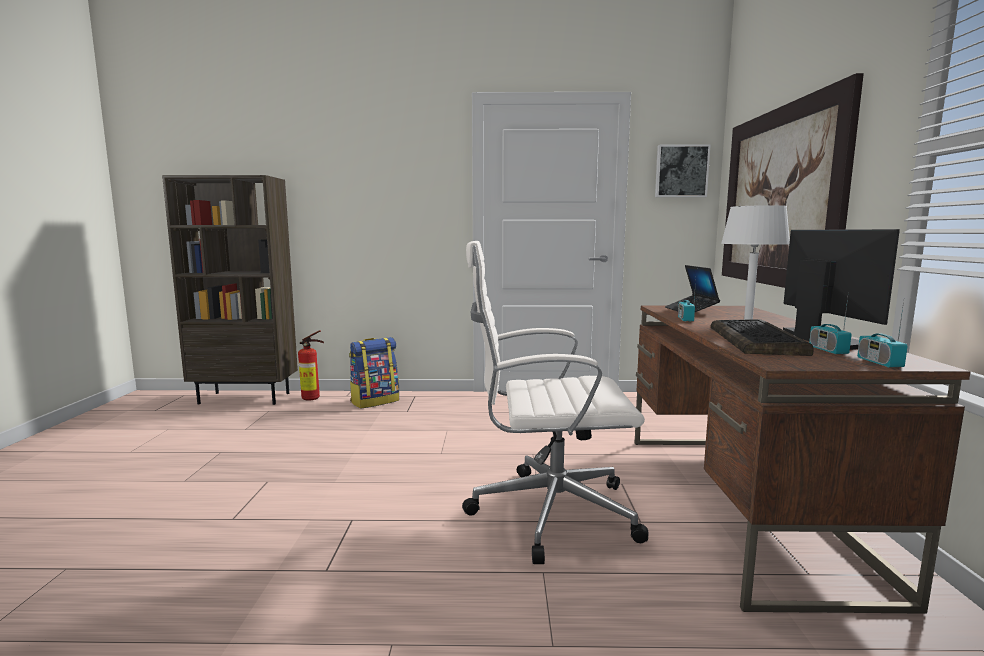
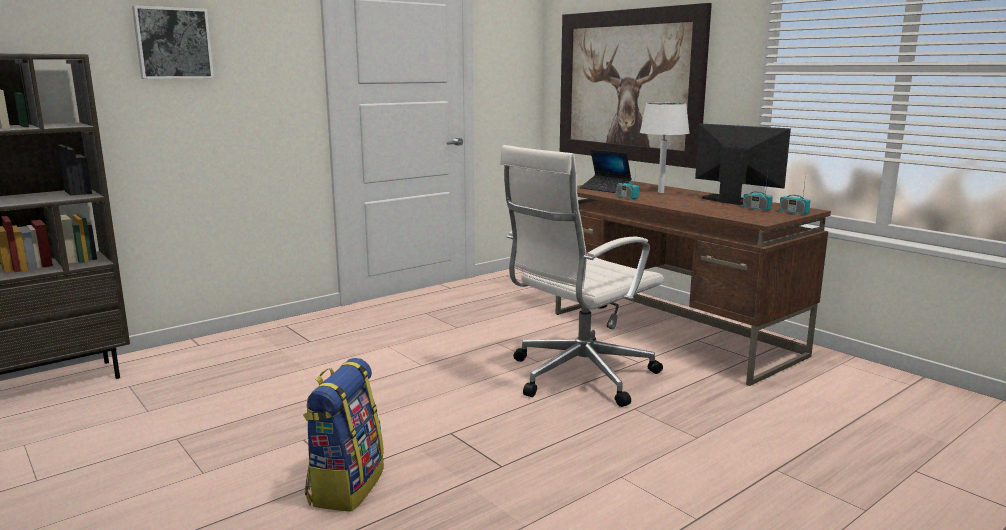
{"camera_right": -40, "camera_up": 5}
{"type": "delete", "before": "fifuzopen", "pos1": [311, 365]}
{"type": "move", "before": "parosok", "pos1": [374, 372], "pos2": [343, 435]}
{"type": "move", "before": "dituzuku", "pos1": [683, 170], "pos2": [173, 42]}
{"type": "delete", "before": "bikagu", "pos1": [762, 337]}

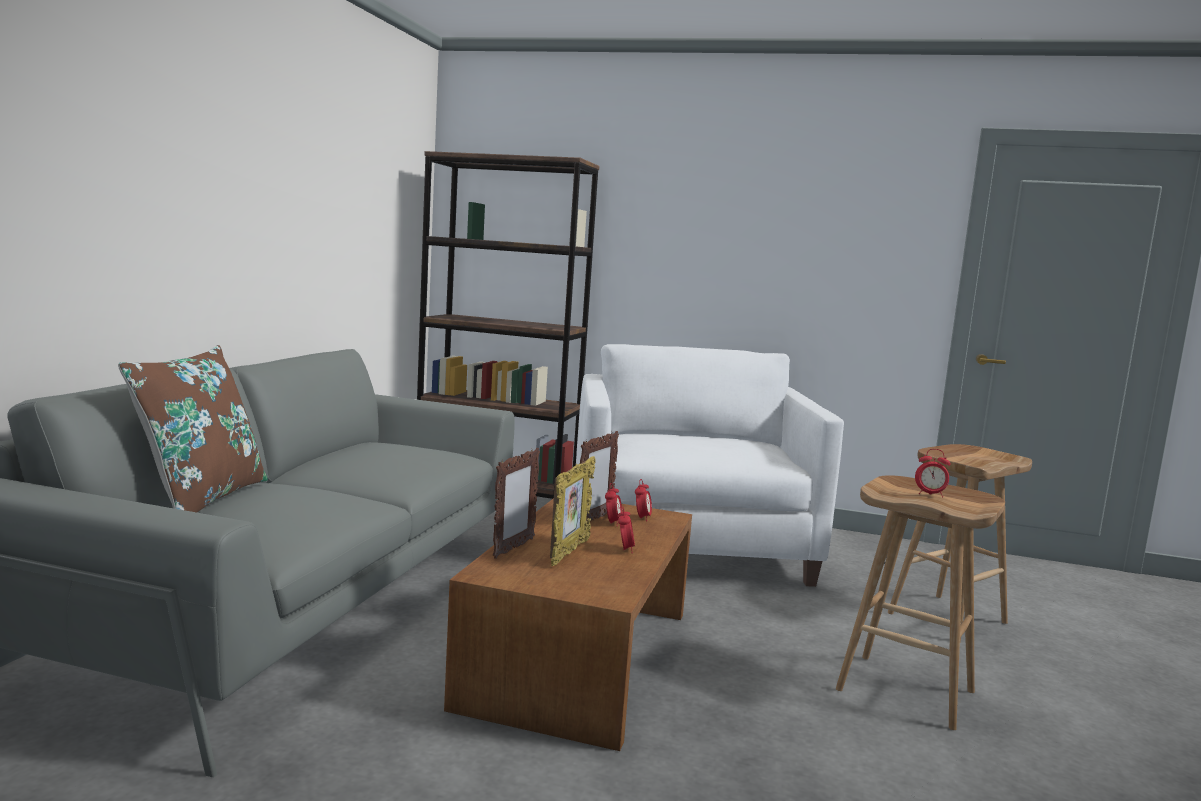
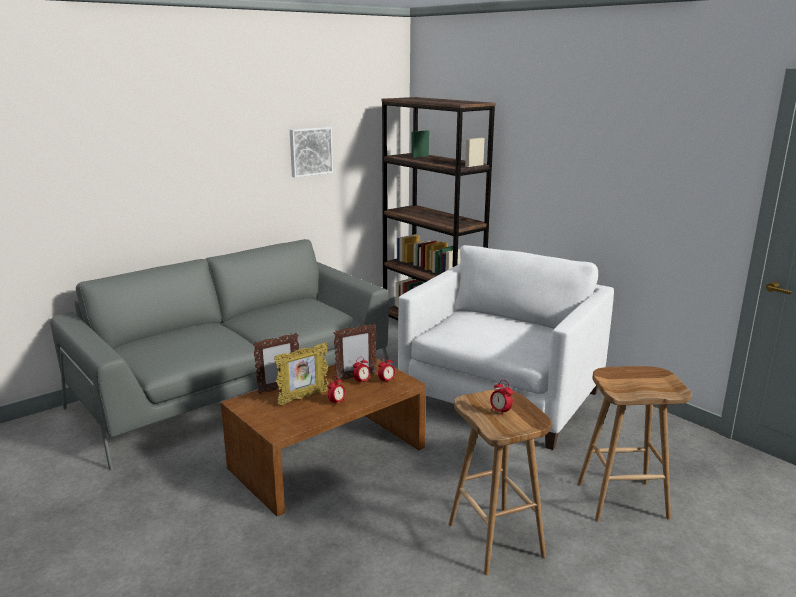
{"camera_right": 35, "camera_up": 10}
{"type": "delete", "before": "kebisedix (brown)", "pos1": [193, 428]}
{"type": "insert", "after": "dituzuku", "pos2": [311, 152]}

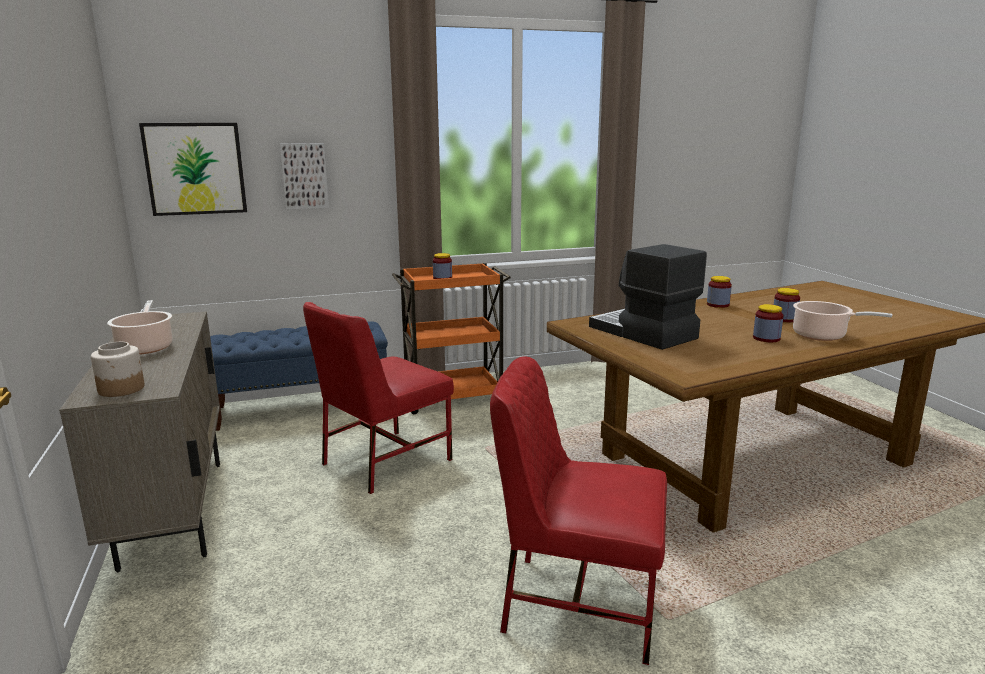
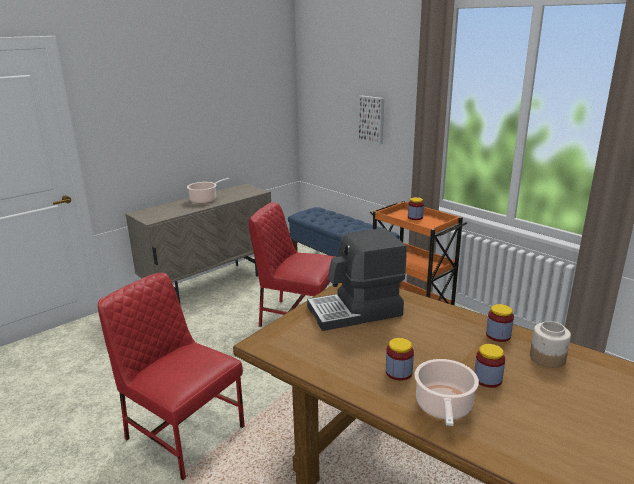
{"camera_right": 65, "camera_up": 5}
{"type": "move", "before": "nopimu", "pos1": [118, 369], "pos2": [550, 344]}
{"type": "delete", "before": "dituzuku", "pos1": [193, 169]}
{"type": "rotate", "before": "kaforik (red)", "pos1": [578, 511], "pos2": [171, 376], "turn": -45}
{"type": "rotate", "before": "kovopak", "pos1": [648, 297], "pos2": [357, 279], "turn": -135}

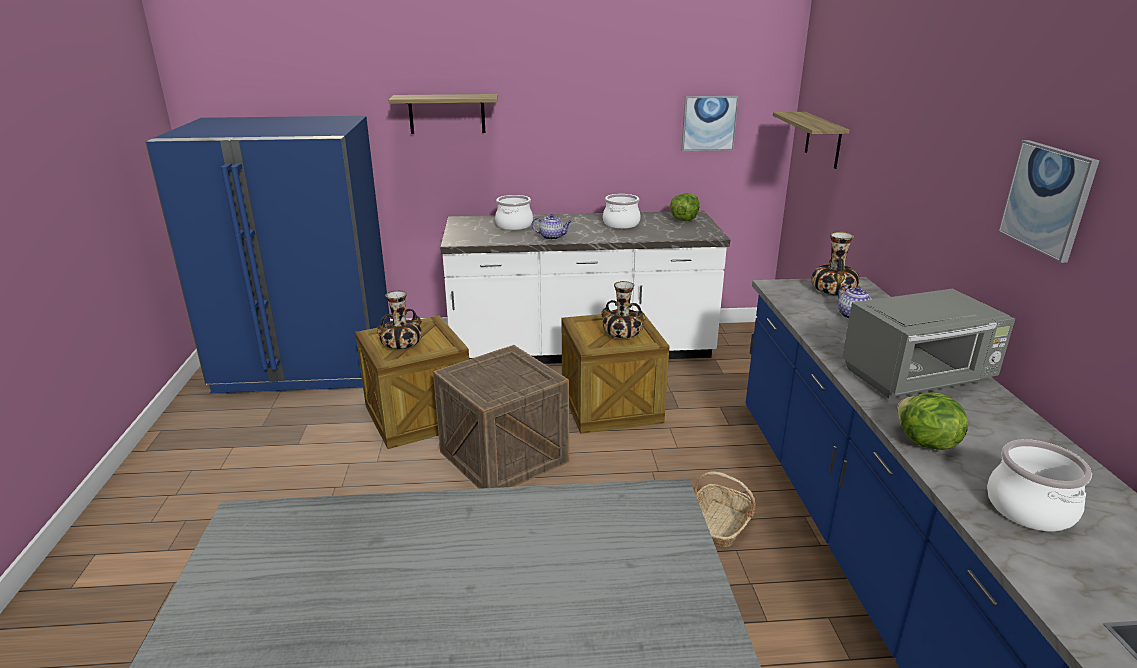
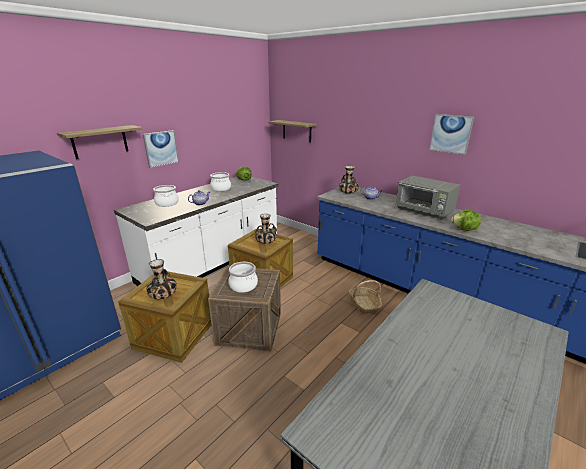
{"camera_right": -45, "camera_up": 0}
{"type": "move", "before": "dituzuku", "pos1": [710, 123], "pos2": [161, 149]}
{"type": "rotate", "before": "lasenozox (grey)", "pos1": [928, 343], "pos2": [427, 197], "turn": 105}
{"type": "move", "before": "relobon", "pos1": [1039, 485], "pos2": [243, 277]}

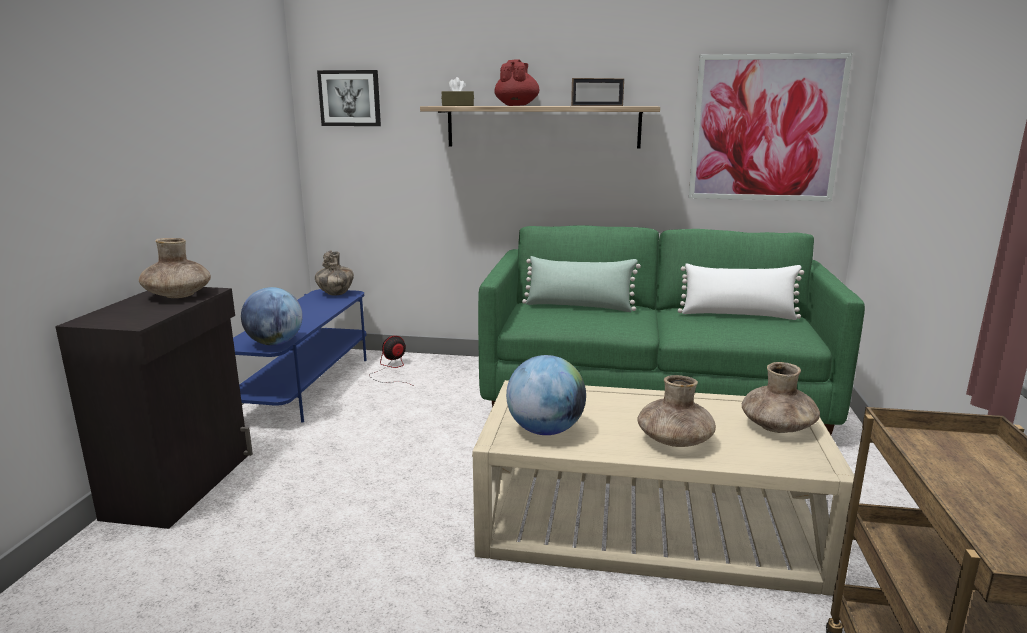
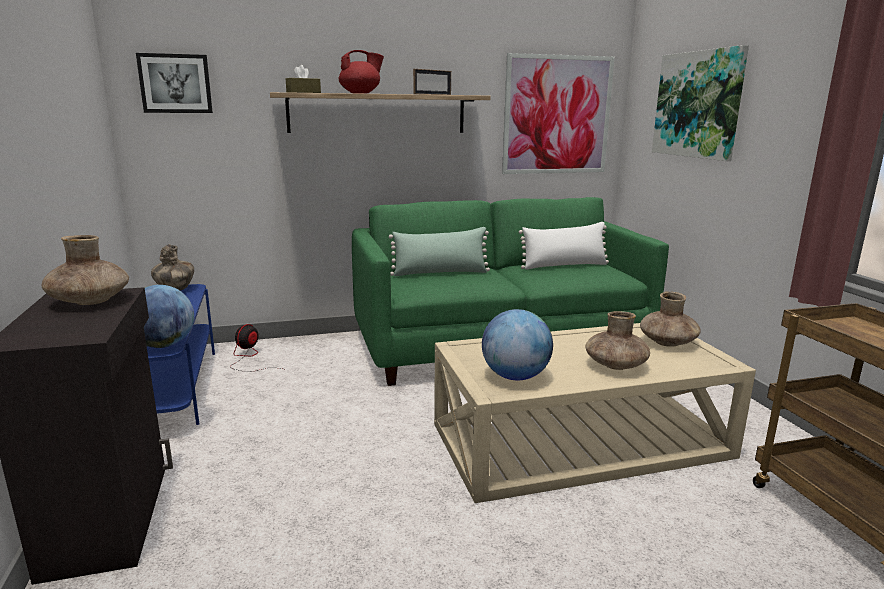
{"camera_right": -25, "camera_up": 0}
{"type": "rotate", "before": "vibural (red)", "pos1": [517, 82], "pos2": [361, 72], "turn": 90}
{"type": "insert", "after": "dituzuku", "pos2": [700, 103]}

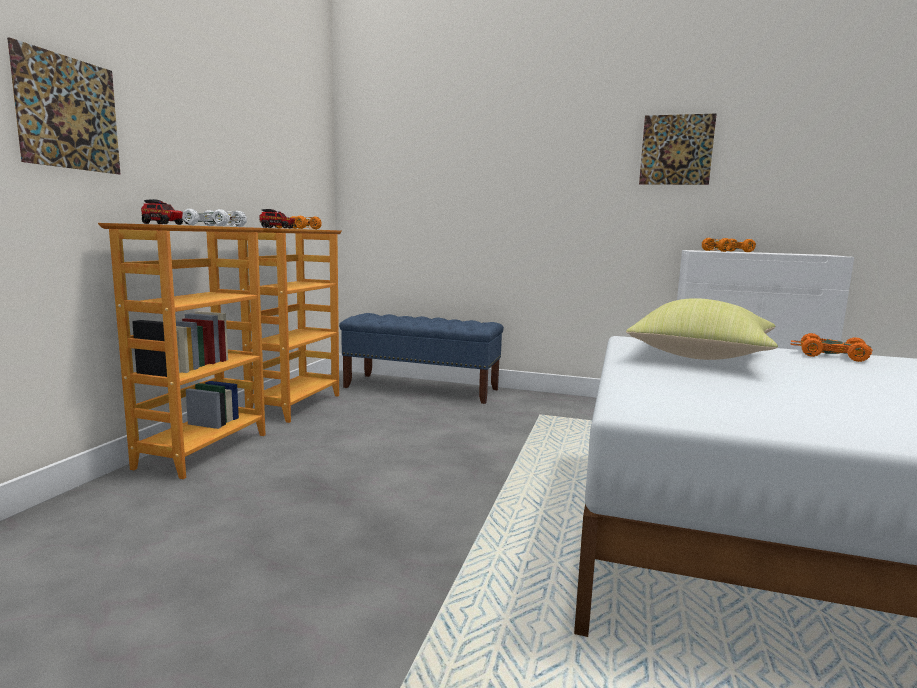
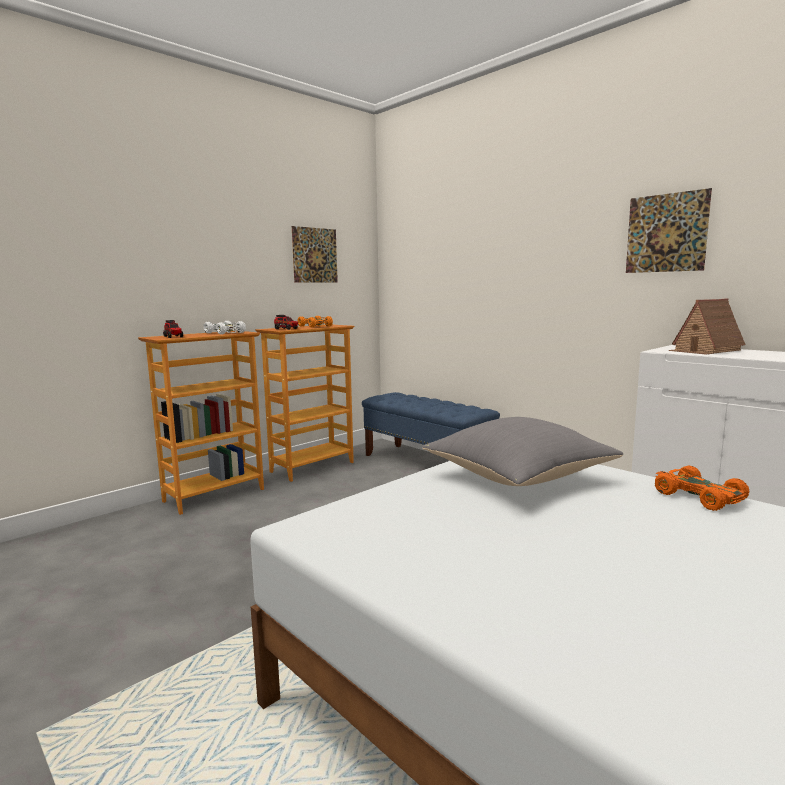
{"camera_right": 30, "camera_up": 0}
{"type": "move", "before": "dituzuku", "pos1": [63, 105], "pos2": [315, 254]}
{"type": "recolor", "before": "kebisedix (yellow)", "after": "kebisedix (grey)", "pos1": [702, 329], "pos2": [522, 451]}
{"type": "replace", "before": "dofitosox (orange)", "after": "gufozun", "pos1": [729, 245], "pos2": [707, 326]}

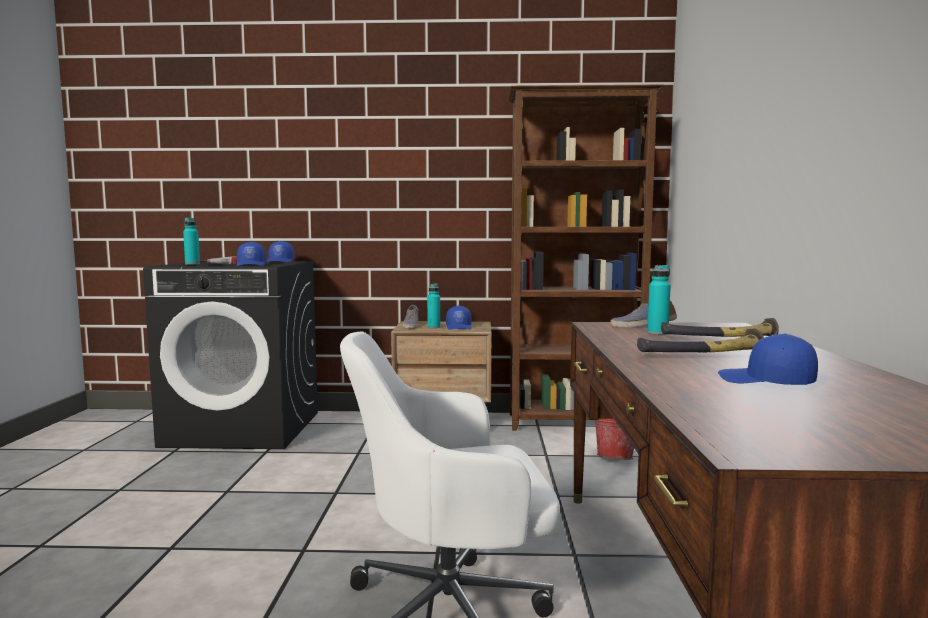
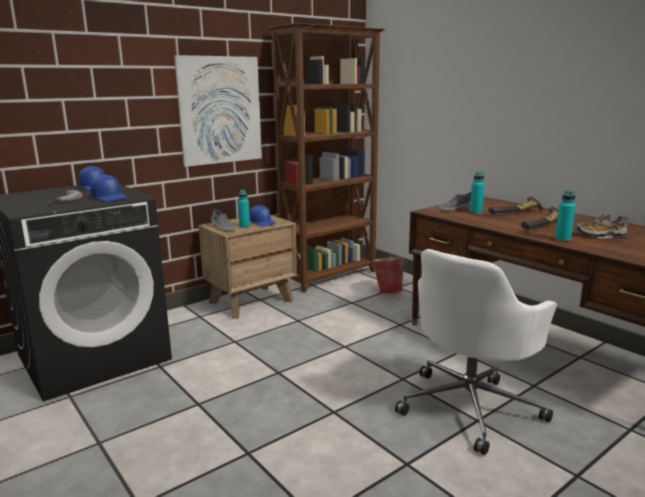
{"camera_right": -40, "camera_up": 10}
{"type": "move", "before": "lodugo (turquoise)", "pos1": [191, 241], "pos2": [565, 215]}
{"type": "replace", "before": "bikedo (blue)", "after": "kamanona", "pos1": [768, 359], "pos2": [602, 225]}
{"type": "insert", "after": "dituzuku", "pos2": [218, 111]}

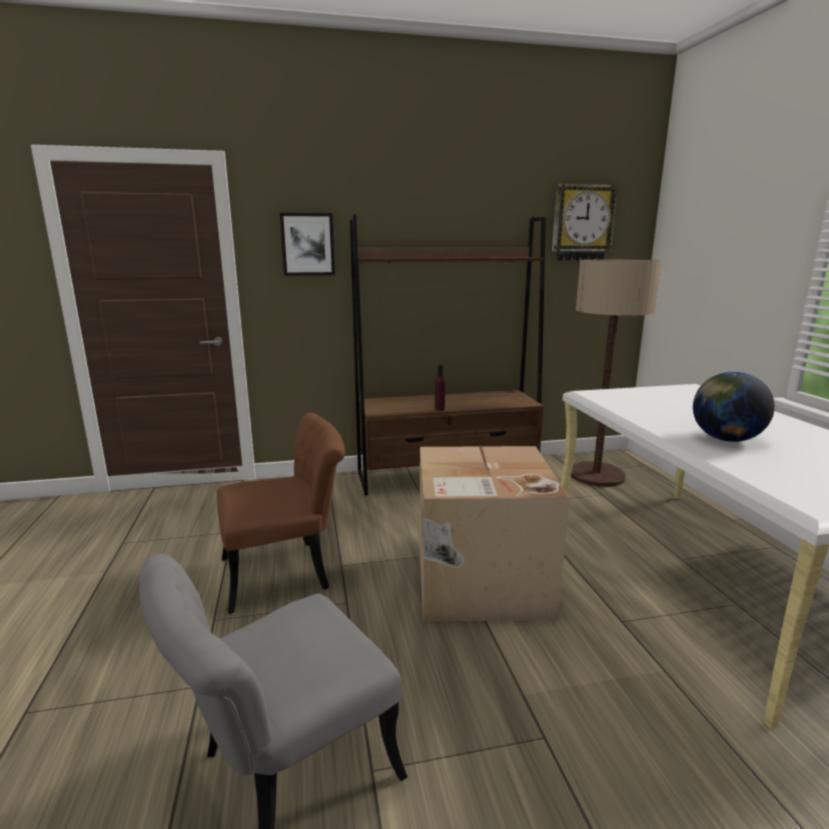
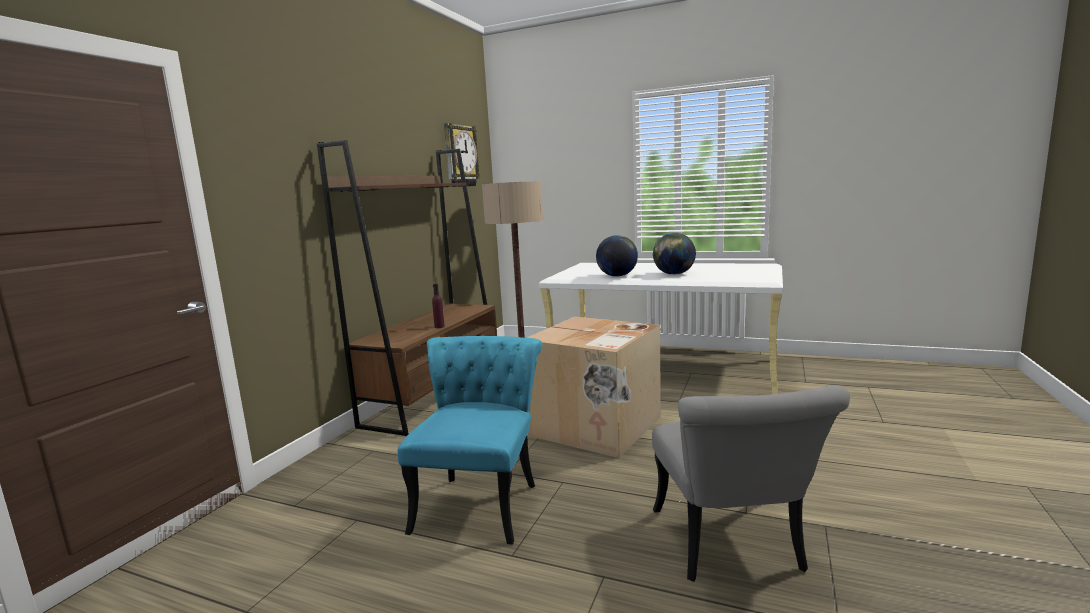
{"camera_right": -55, "camera_up": -5}
{"type": "recolor", "before": "kaforik (brown)", "after": "kaforik (turquoise)", "pos1": [281, 513], "pos2": [470, 440]}
{"type": "delete", "before": "dituzuku", "pos1": [307, 244]}
{"type": "insert", "after": "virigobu", "pos2": [617, 256]}

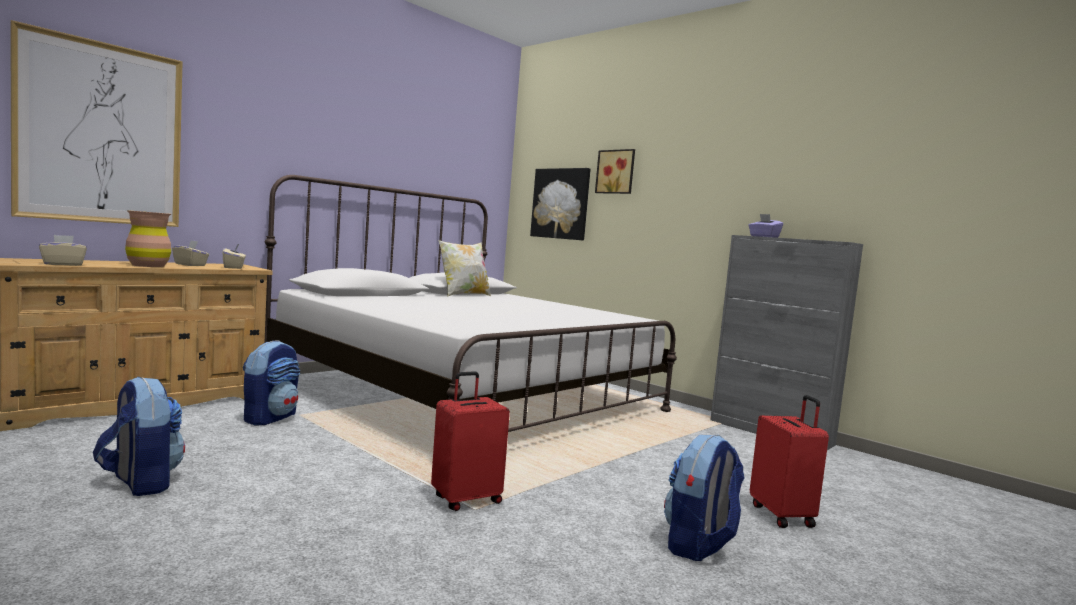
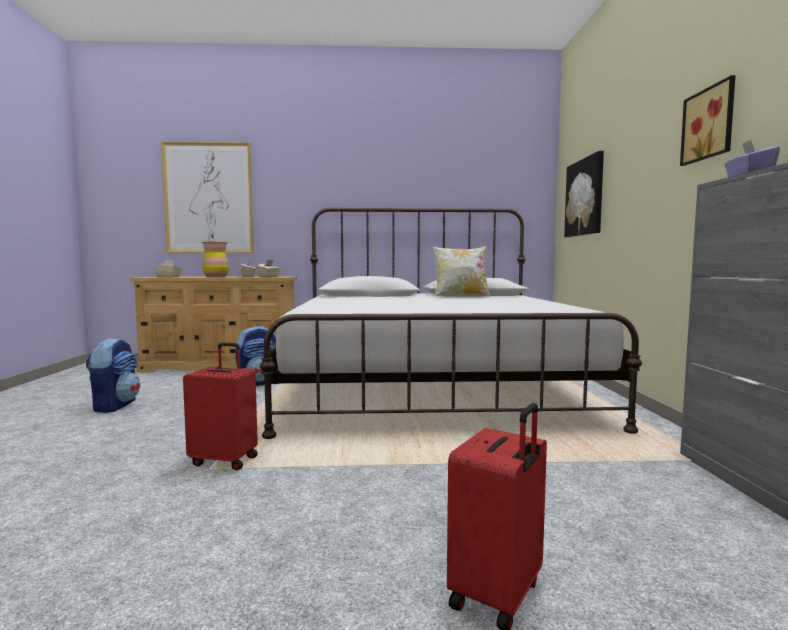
{"camera_right": 45, "camera_up": 0}
{"type": "move", "before": "dituzuku", "pos1": [615, 171], "pos2": [707, 120]}
{"type": "delete", "before": "parosok", "pos1": [704, 497]}

